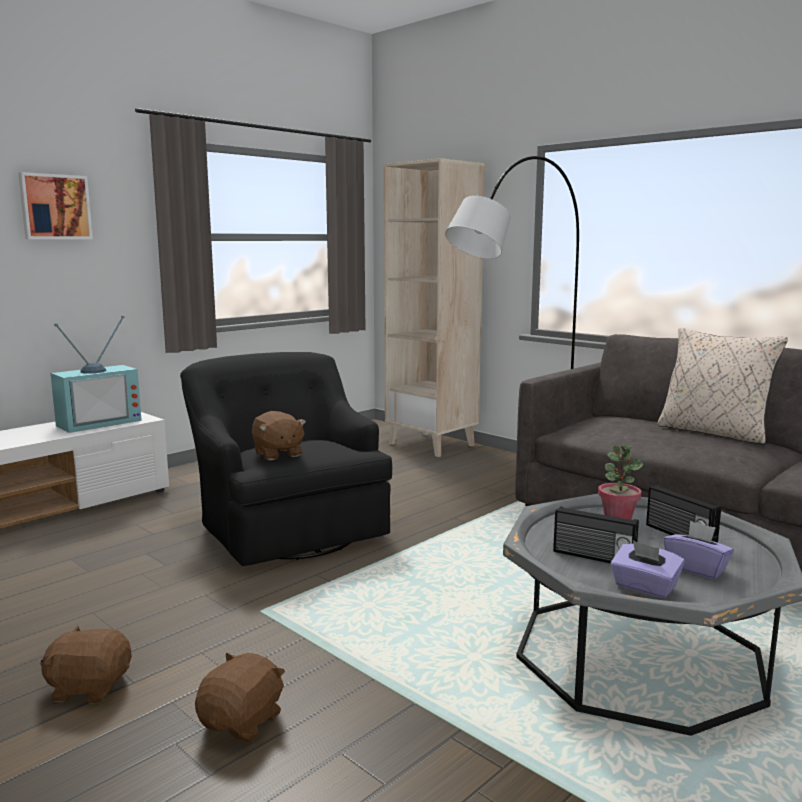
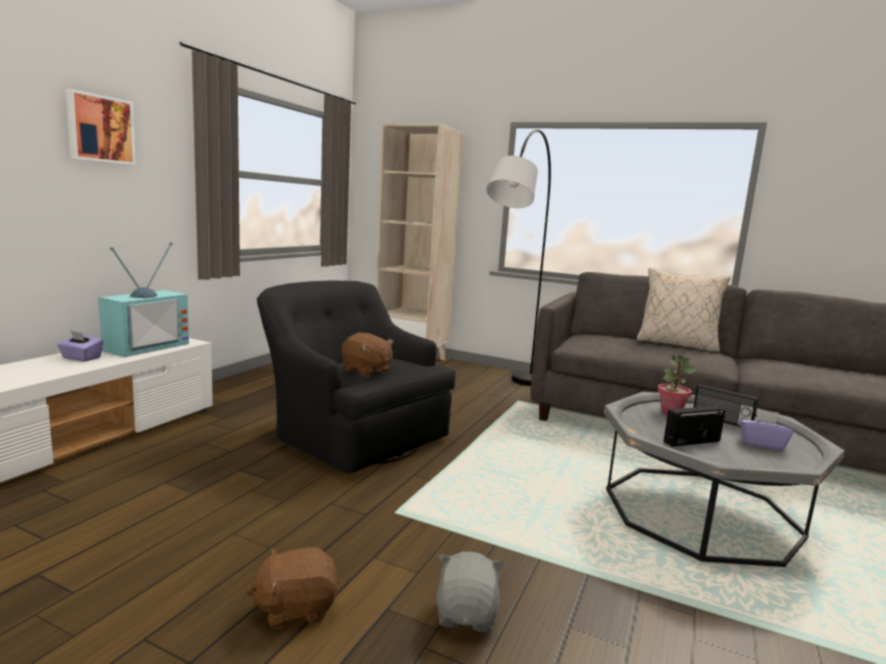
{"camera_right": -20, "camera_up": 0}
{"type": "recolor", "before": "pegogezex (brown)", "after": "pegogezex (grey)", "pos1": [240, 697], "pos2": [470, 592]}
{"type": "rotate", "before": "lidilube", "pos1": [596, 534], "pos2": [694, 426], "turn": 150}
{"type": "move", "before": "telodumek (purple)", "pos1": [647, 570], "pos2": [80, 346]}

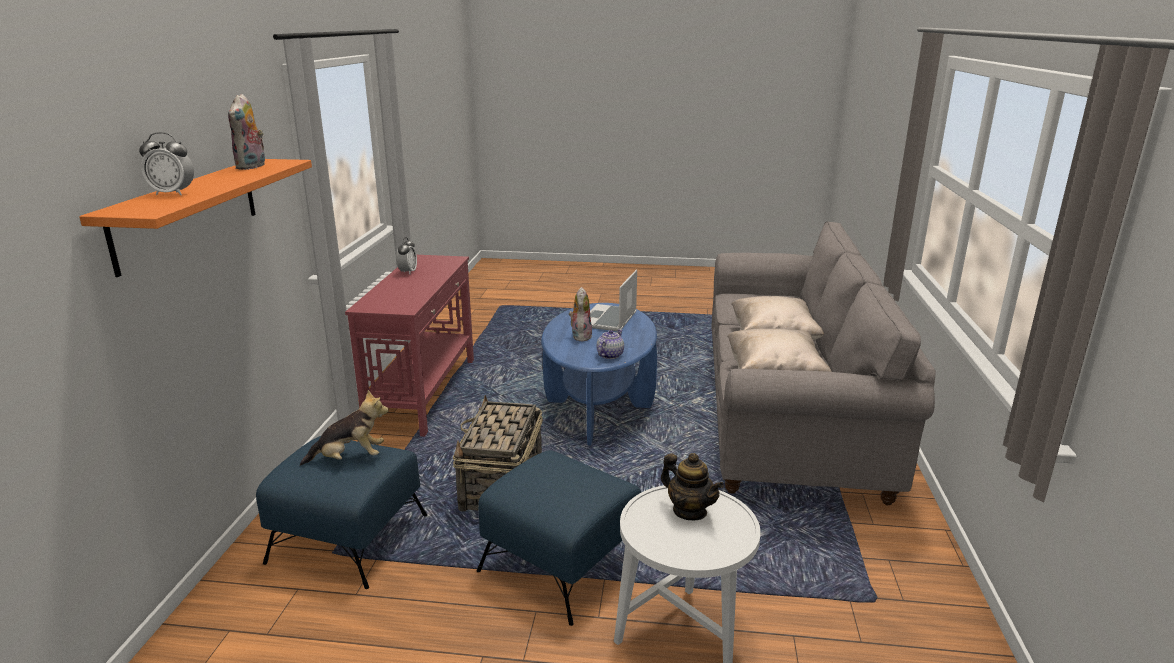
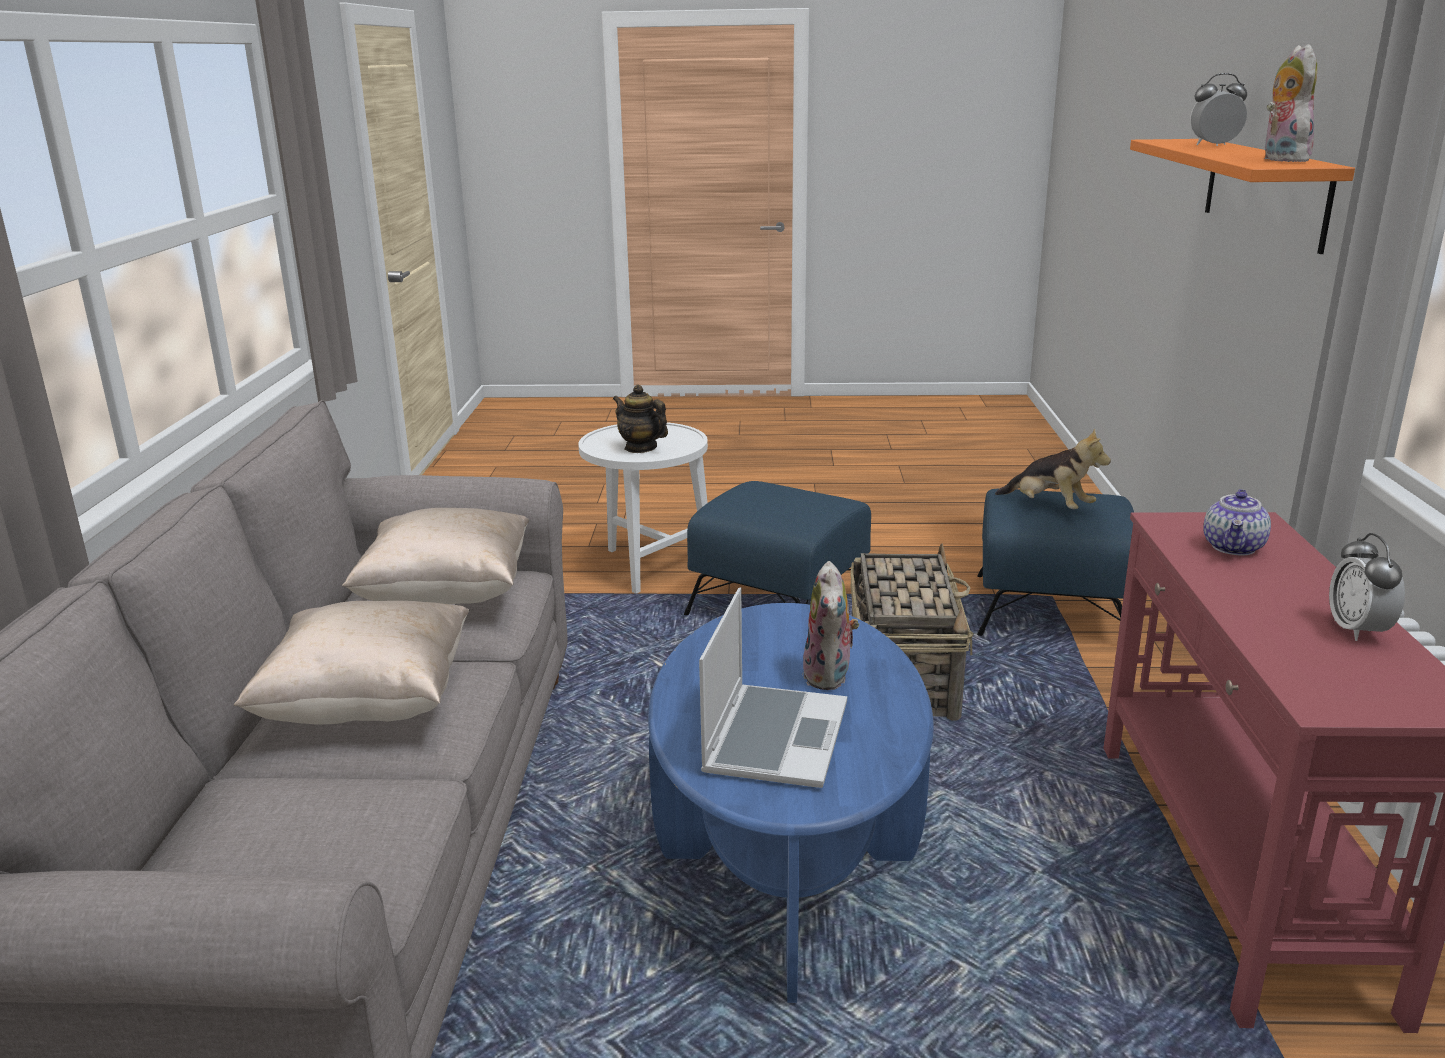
{"camera_right": 175, "camera_up": 0}
{"type": "rotate", "before": "pegogezex", "pos1": [344, 428], "pos2": [1053, 468], "turn": -120}
{"type": "move", "before": "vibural", "pos1": [610, 344], "pos2": [1237, 522]}

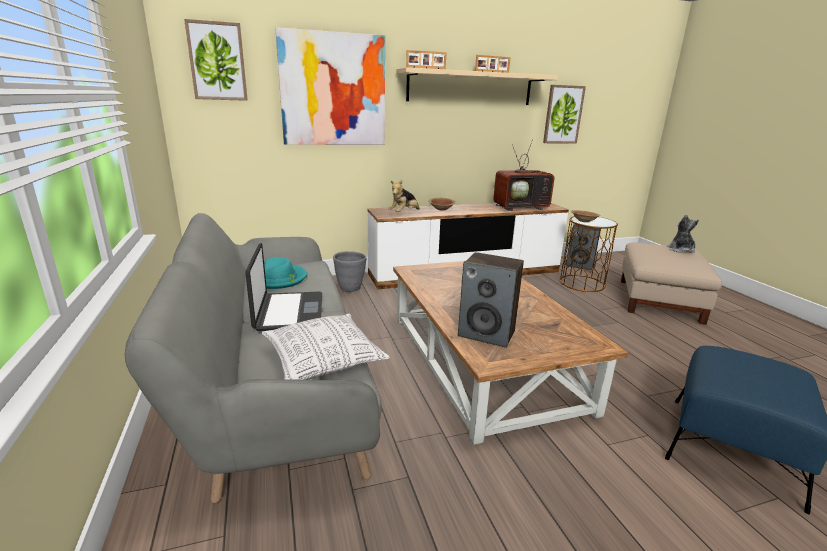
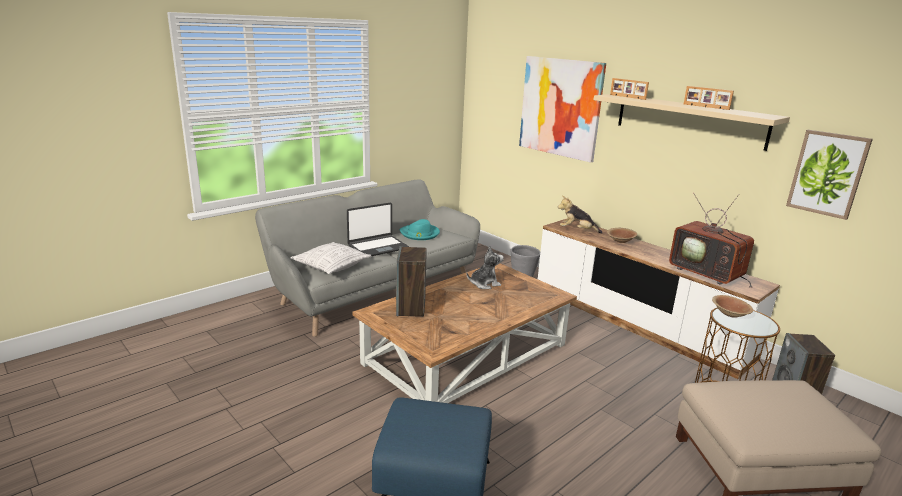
{"camera_right": 65, "camera_up": 0}
{"type": "delete", "before": "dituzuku", "pos1": [216, 60]}
{"type": "move", "before": "pegogezex", "pos1": [683, 233], "pos2": [485, 267]}

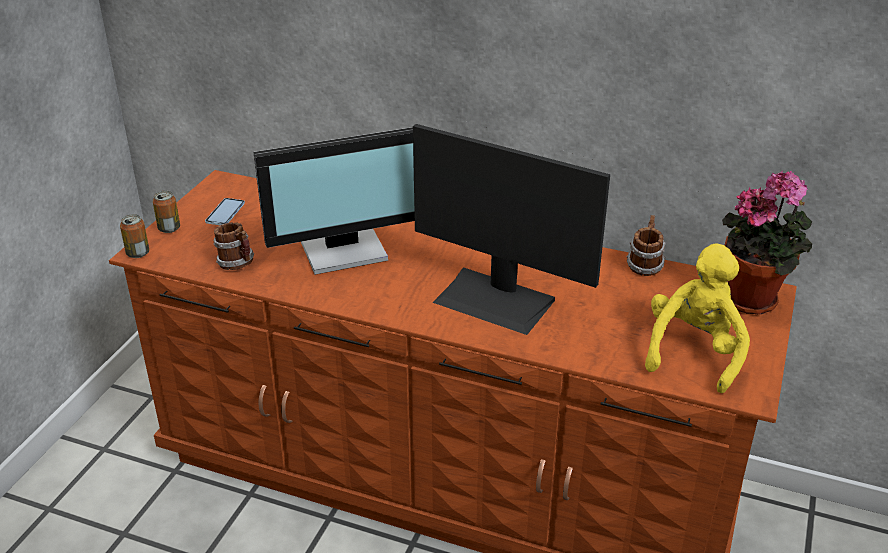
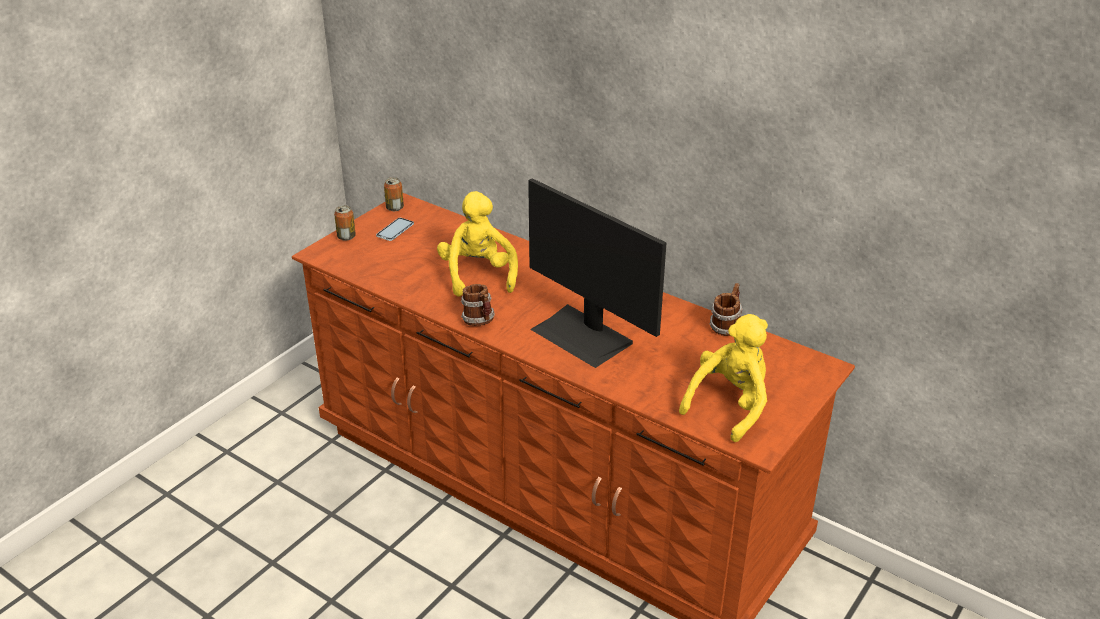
{"camera_right": 15, "camera_up": 0}
{"type": "move", "before": "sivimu", "pos1": [134, 236], "pos2": [394, 194]}
{"type": "move", "before": "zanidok", "pos1": [234, 246], "pos2": [478, 305]}
{"type": "replace", "before": "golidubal", "after": "pegogezex (yellow)", "pos1": [334, 201], "pos2": [477, 244]}
{"type": "delete", "before": "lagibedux", "pos1": [767, 242]}

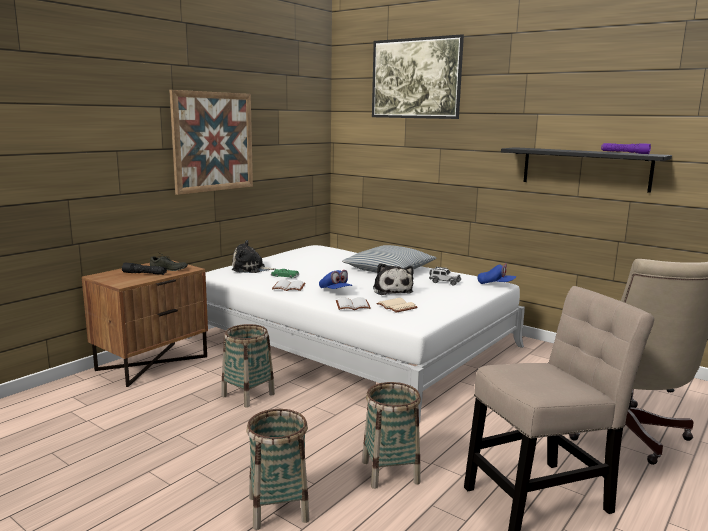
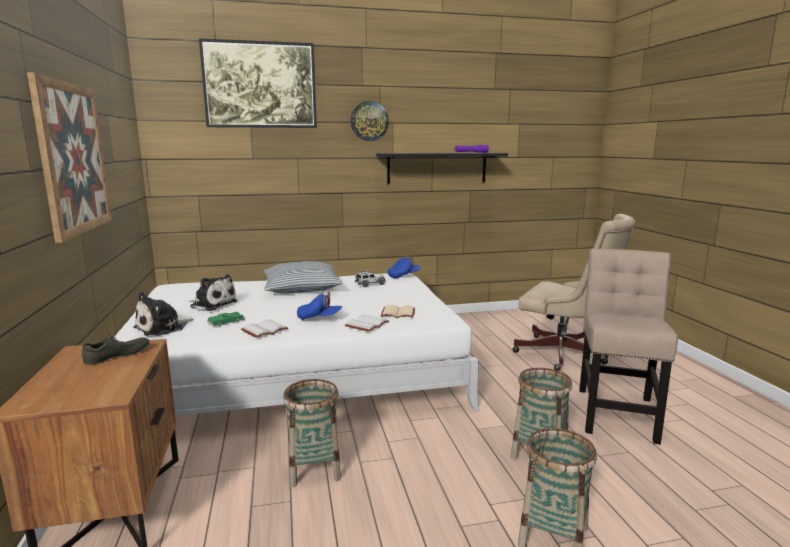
{"camera_right": -50, "camera_up": 0}
{"type": "delete", "before": "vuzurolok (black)", "pos1": [144, 269]}
{"type": "move", "before": "pegogezex", "pos1": [393, 279], "pos2": [213, 293]}
{"type": "insert", "after": "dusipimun", "pos2": [370, 121]}

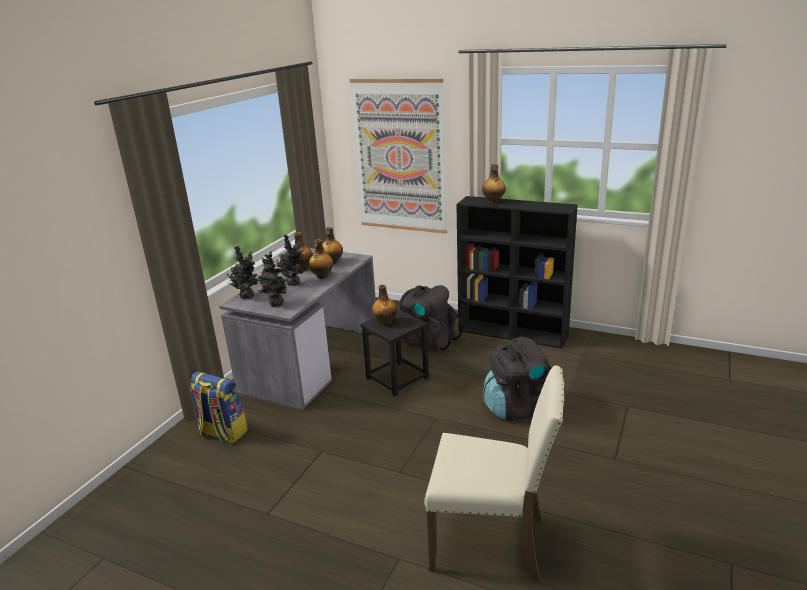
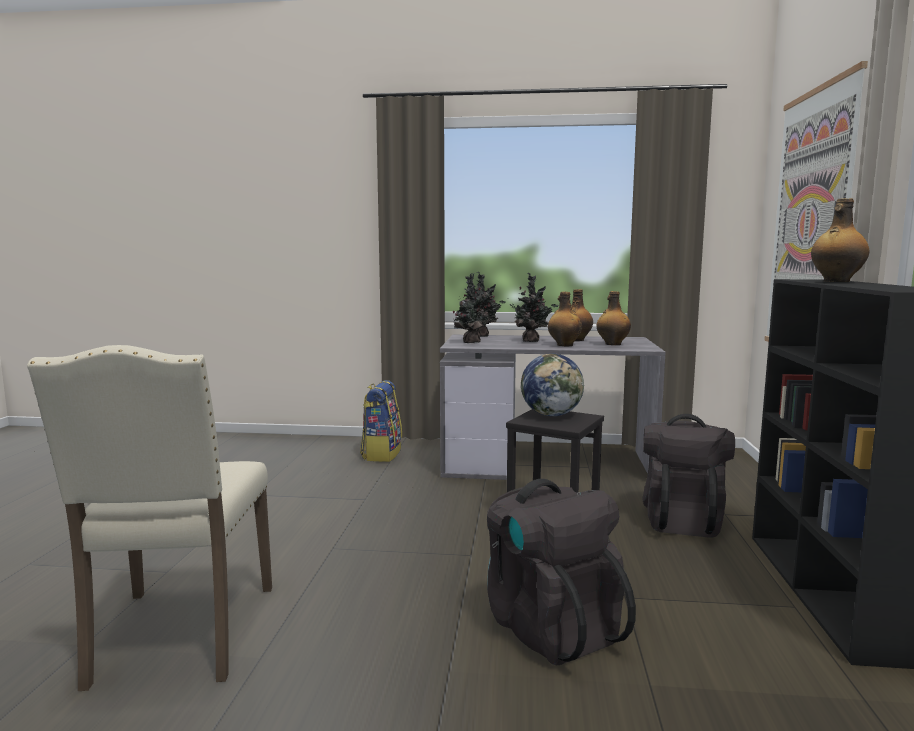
{"camera_right": 70, "camera_up": -15}
{"type": "replace", "before": "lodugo", "after": "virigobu", "pos1": [384, 305], "pos2": [552, 385]}

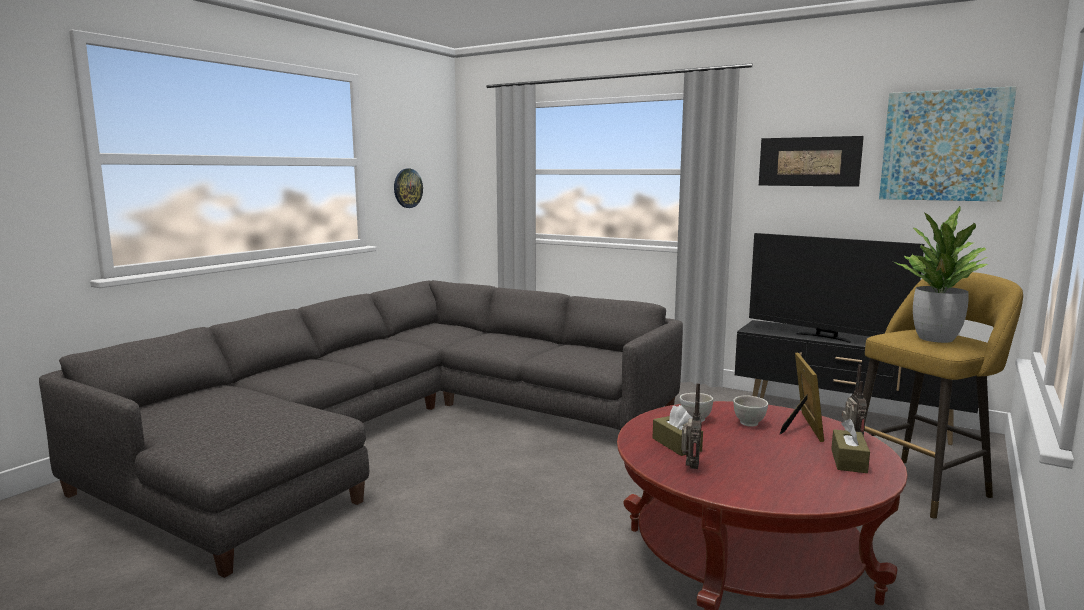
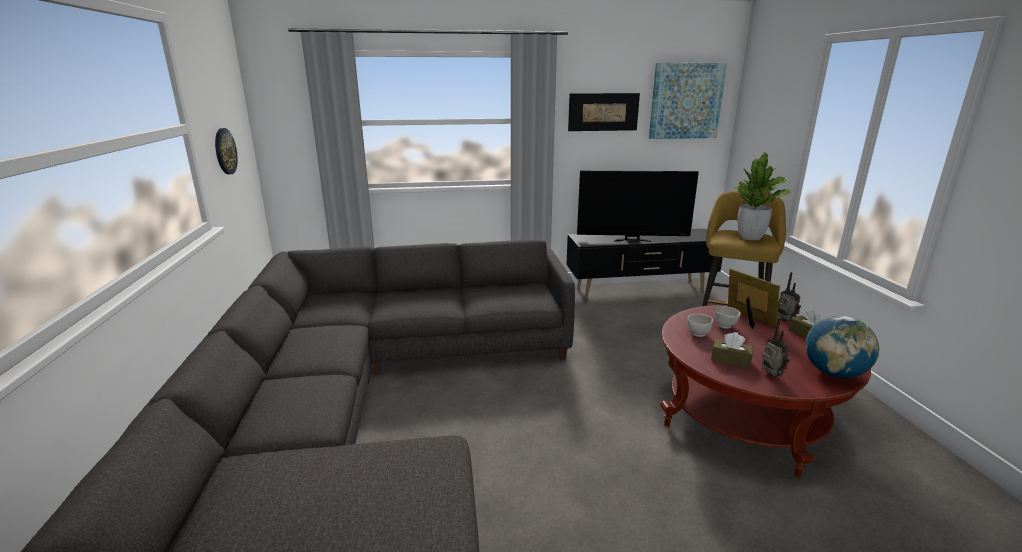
{"camera_right": -40, "camera_up": 10}
{"type": "insert", "after": "virigobu", "pos2": [842, 346]}

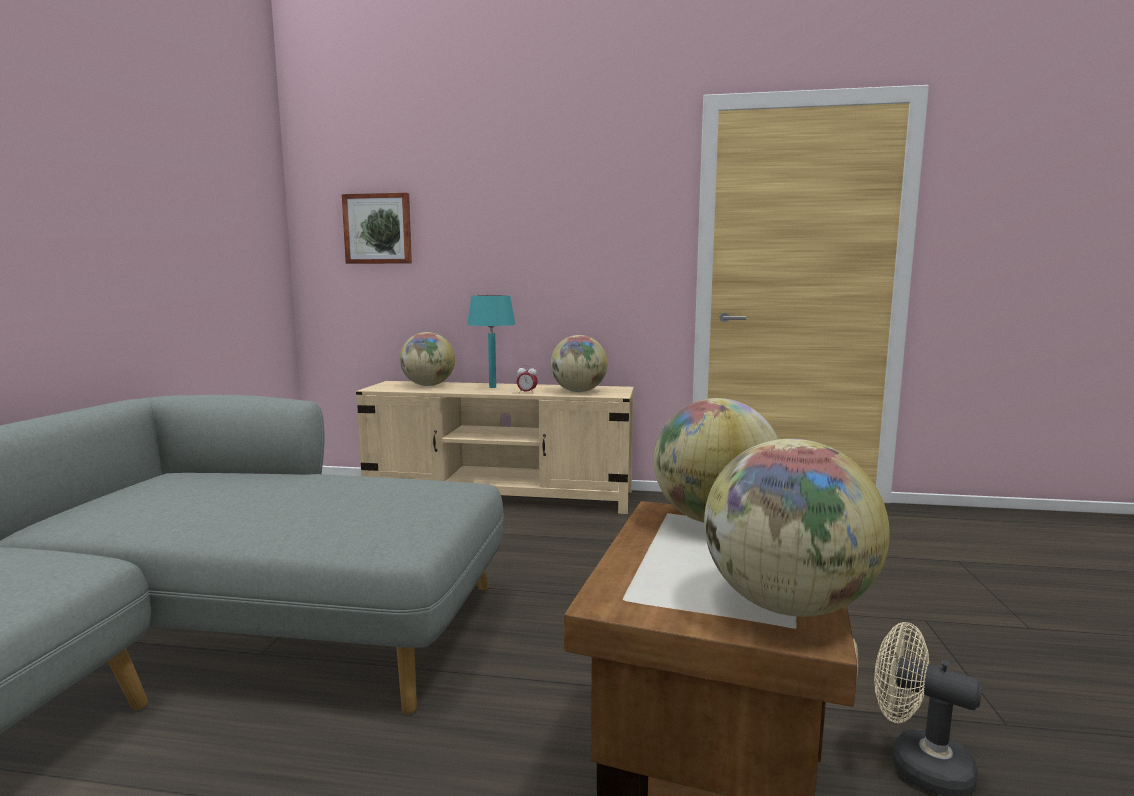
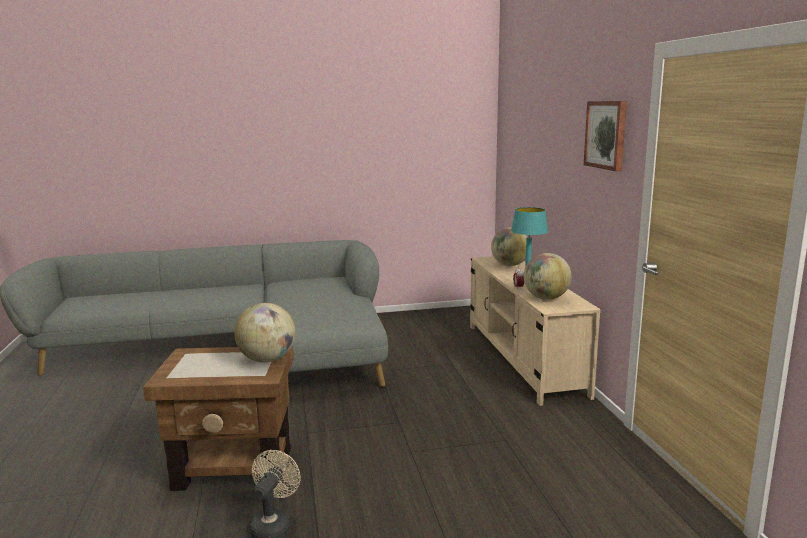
{"camera_right": 70, "camera_up": 5}
{"type": "move", "before": "dituzuku", "pos1": [377, 228], "pos2": [605, 136]}
{"type": "delete", "before": "virigobu", "pos1": [797, 528]}

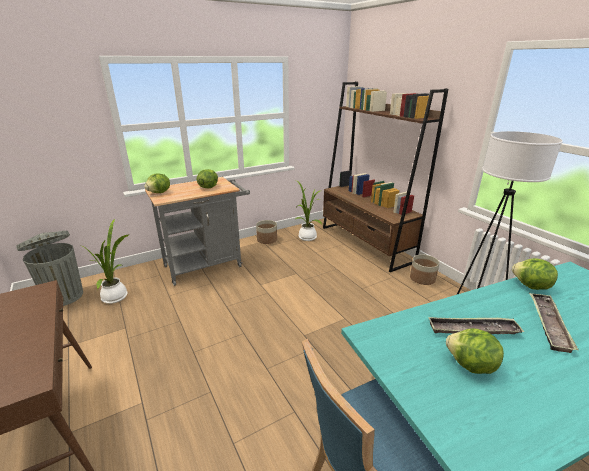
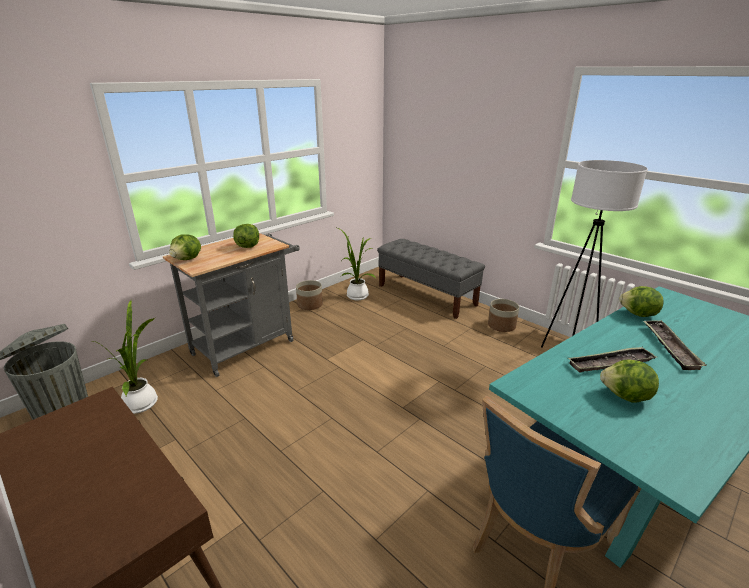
{"camera_right": -15, "camera_up": 0}
{"type": "replace", "before": "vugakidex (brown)", "after": "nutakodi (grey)", "pos1": [385, 177], "pos2": [431, 279]}

